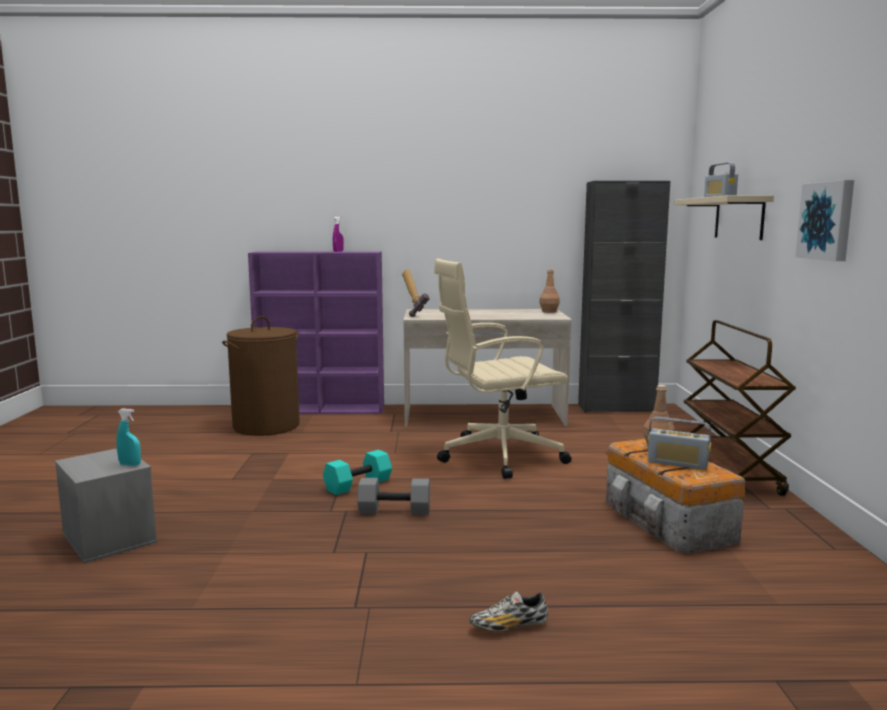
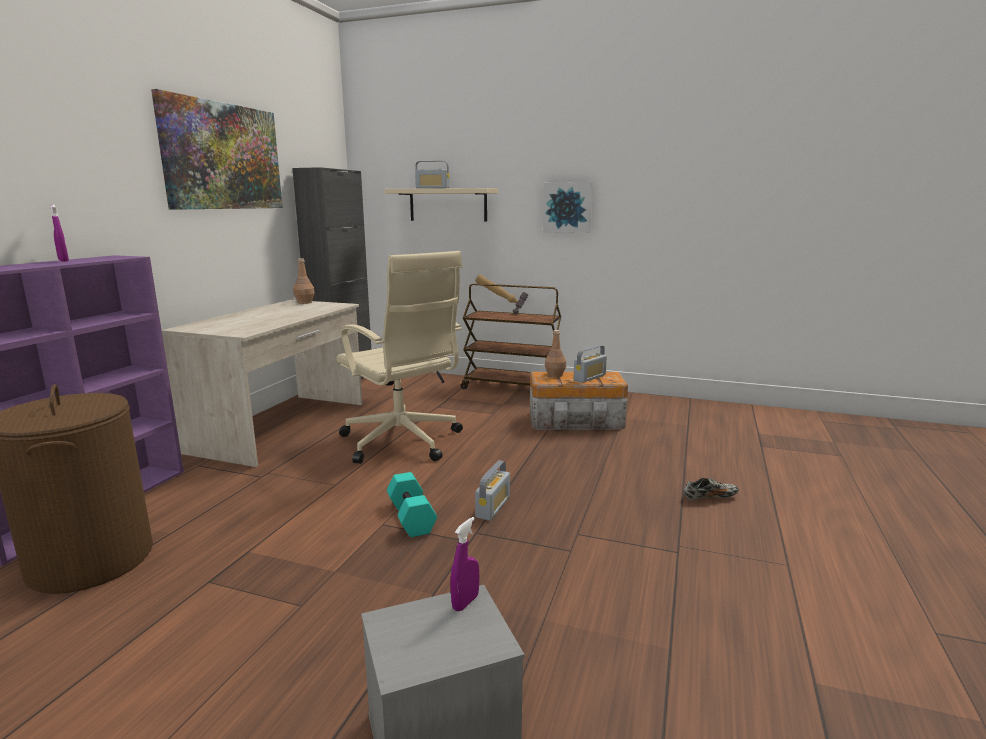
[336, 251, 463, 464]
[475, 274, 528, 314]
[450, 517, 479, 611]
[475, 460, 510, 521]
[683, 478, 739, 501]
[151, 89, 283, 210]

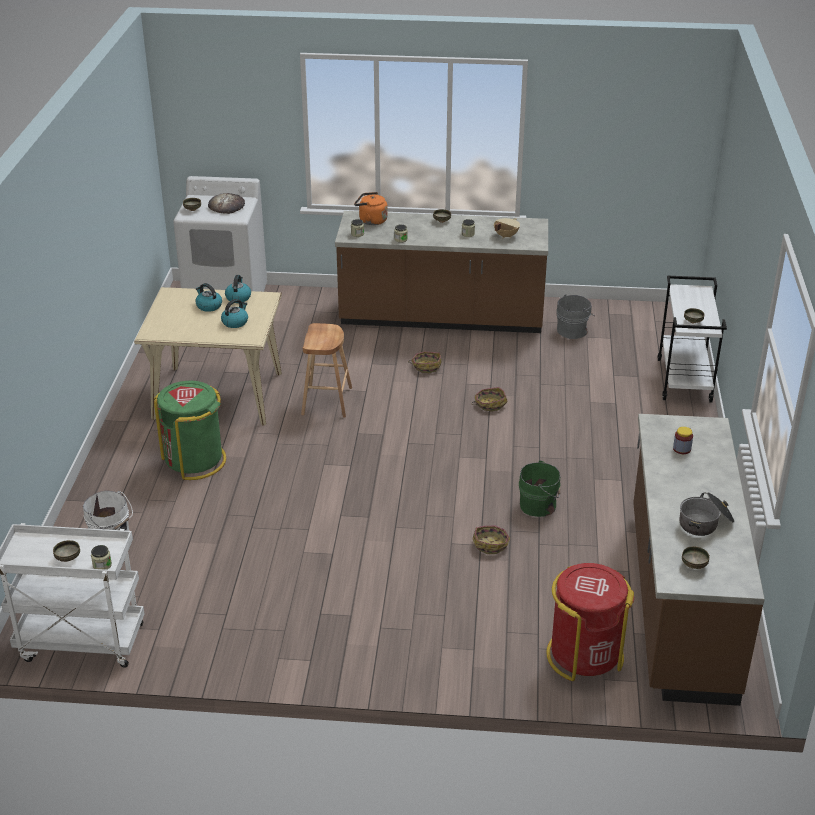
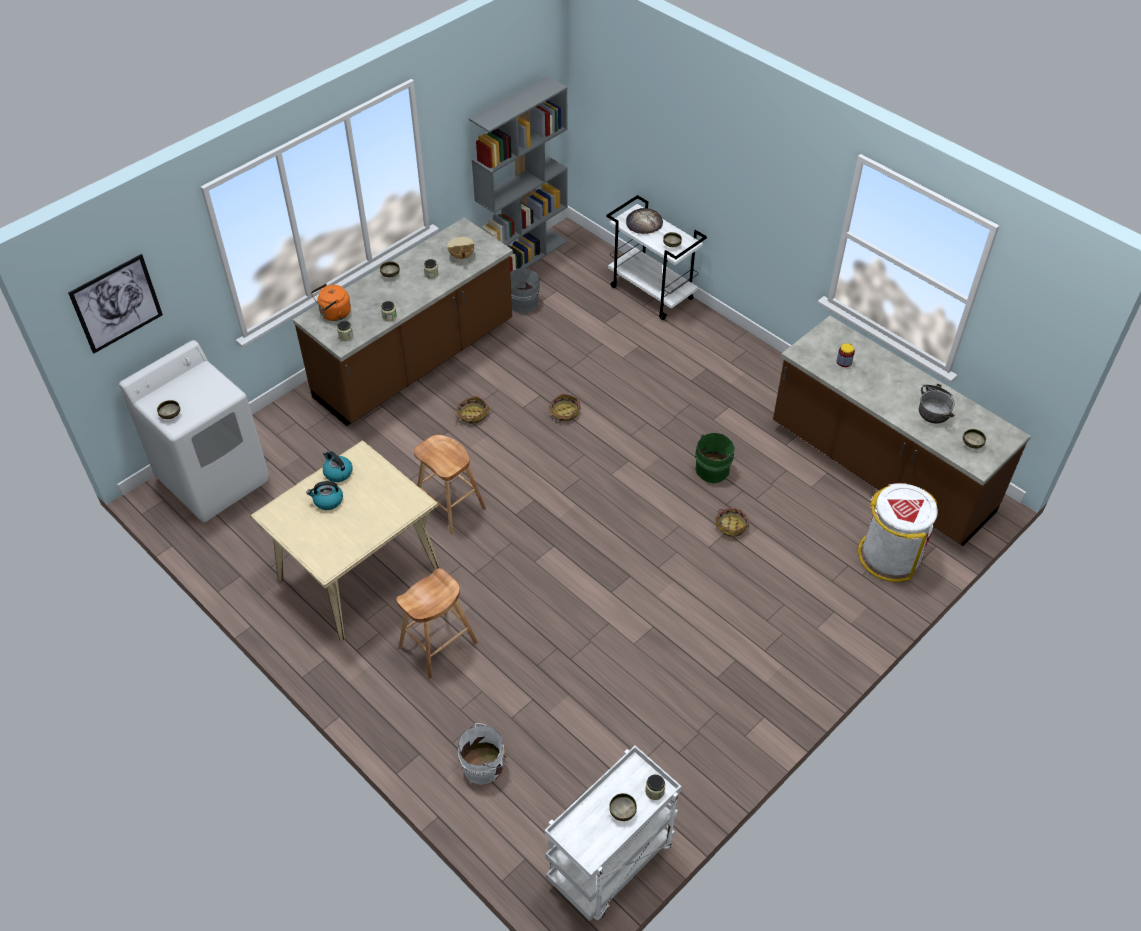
[626, 208, 663, 234]
[221, 299, 248, 328] (first image)
[396, 568, 478, 679]
[858, 483, 938, 582]
[469, 76, 568, 272]
[68, 254, 163, 354]

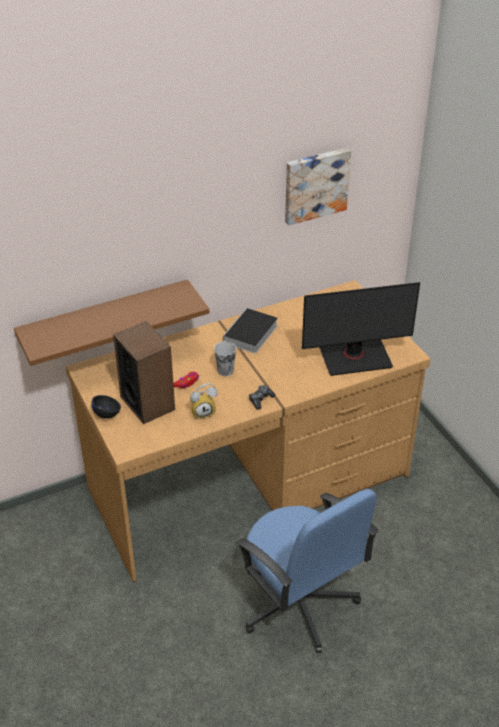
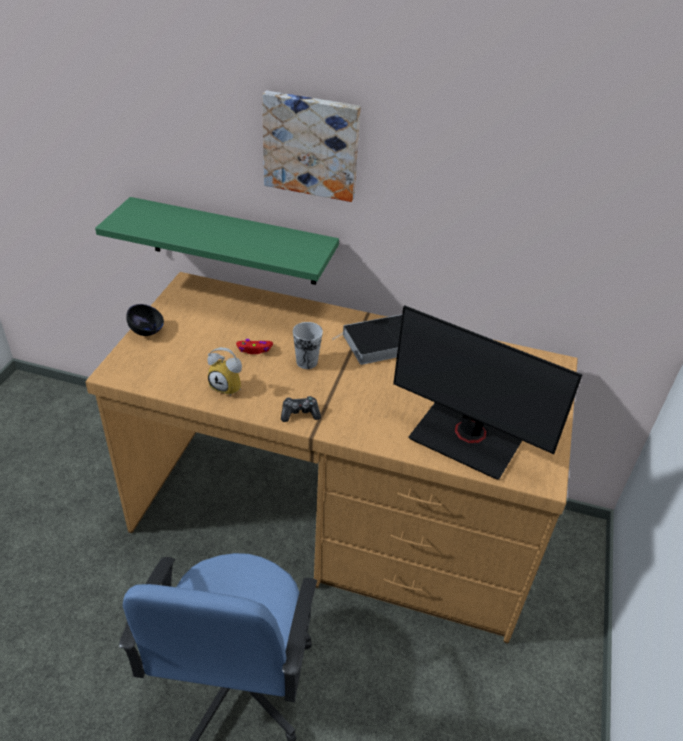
[262, 91, 361, 202]
[95, 197, 339, 285]
[113, 321, 175, 424] (first image)

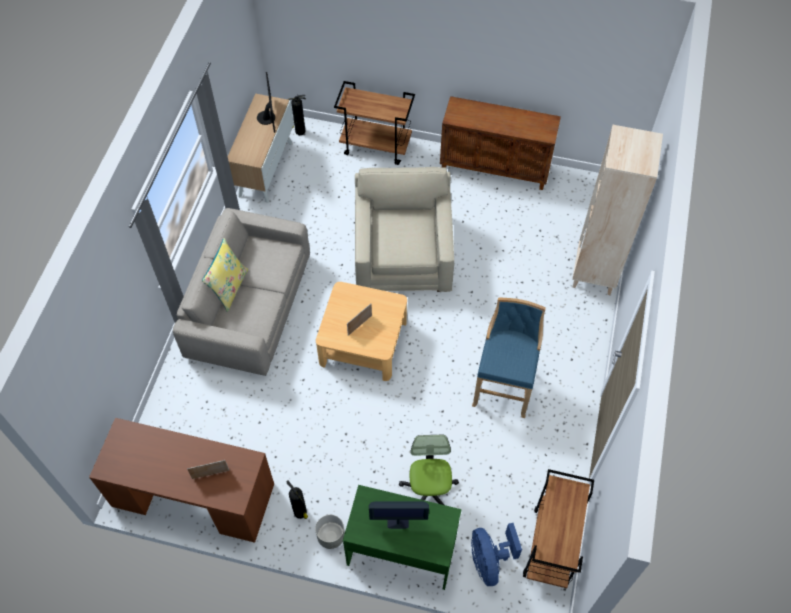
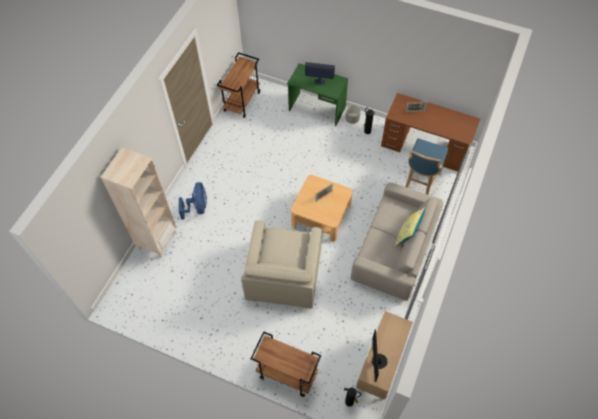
[440, 96, 561, 190] (first image)
[405, 138, 448, 195]
[399, 434, 459, 505] (first image)
[178, 182, 207, 220]

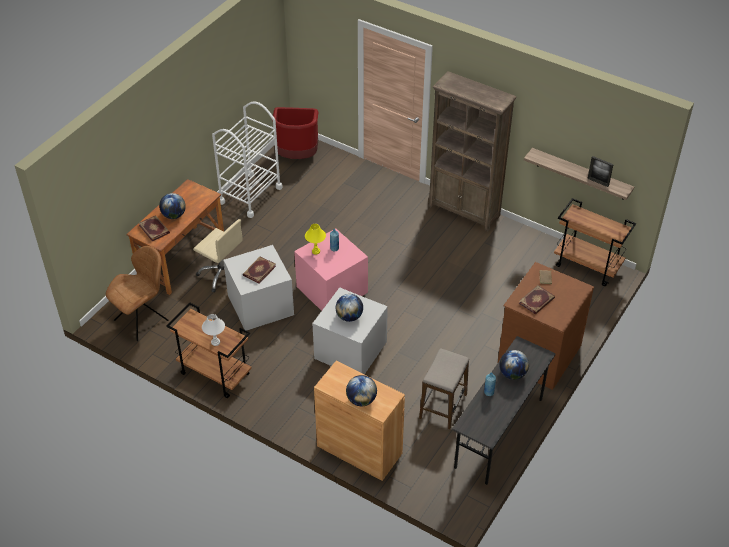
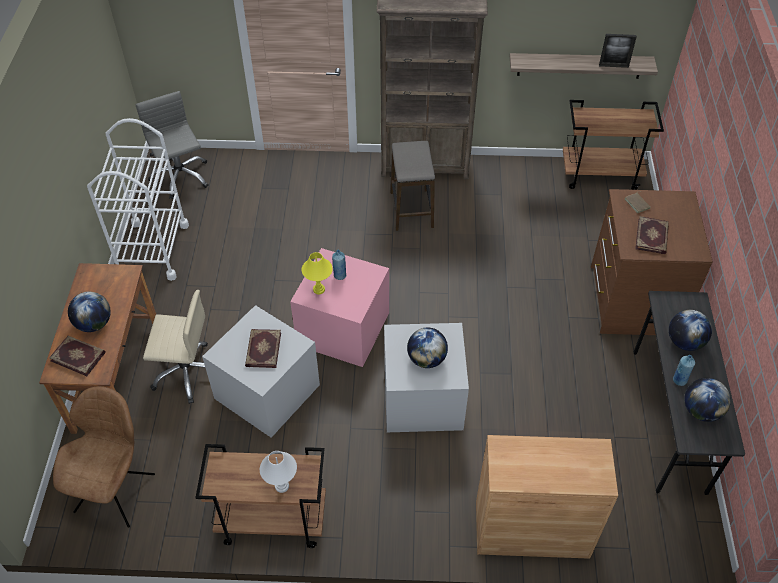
[135, 91, 208, 199]
[390, 141, 435, 231]
[684, 378, 731, 422]

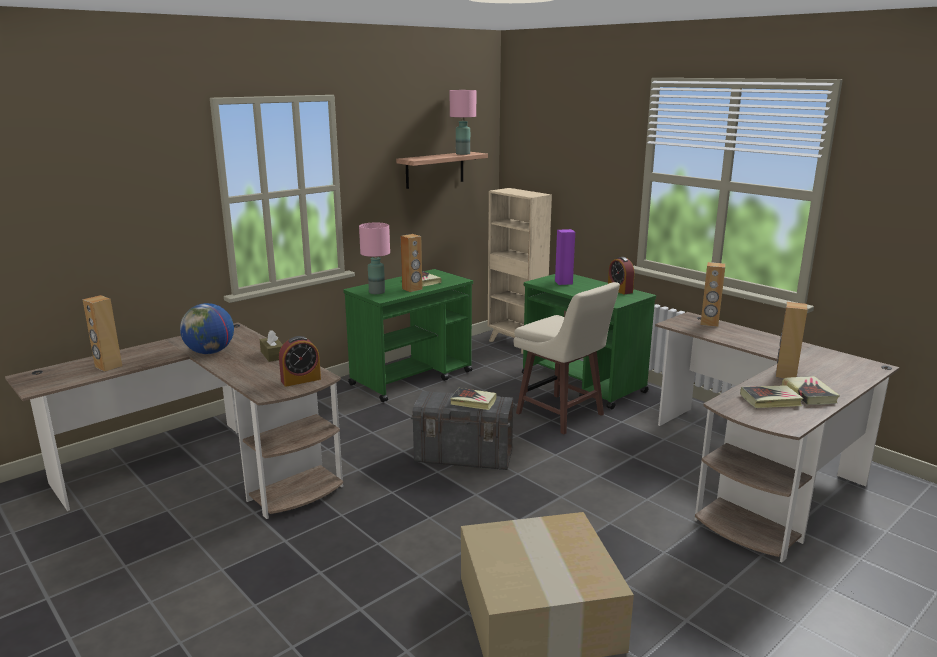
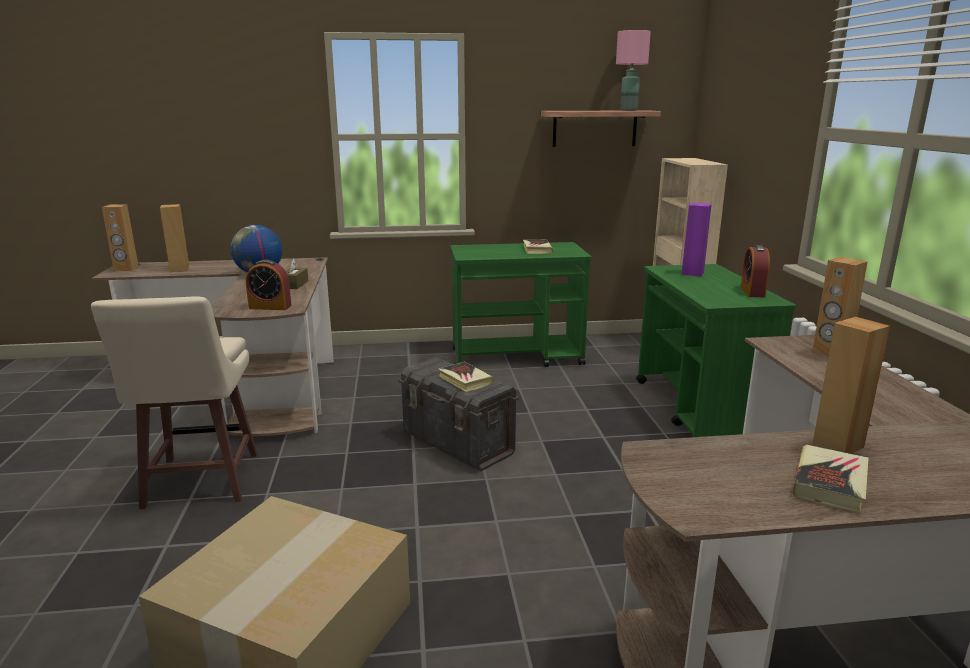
[359, 223, 390, 294] (first image)
[102, 204, 139, 271]
[91, 296, 258, 510]
[740, 385, 803, 408] (first image)

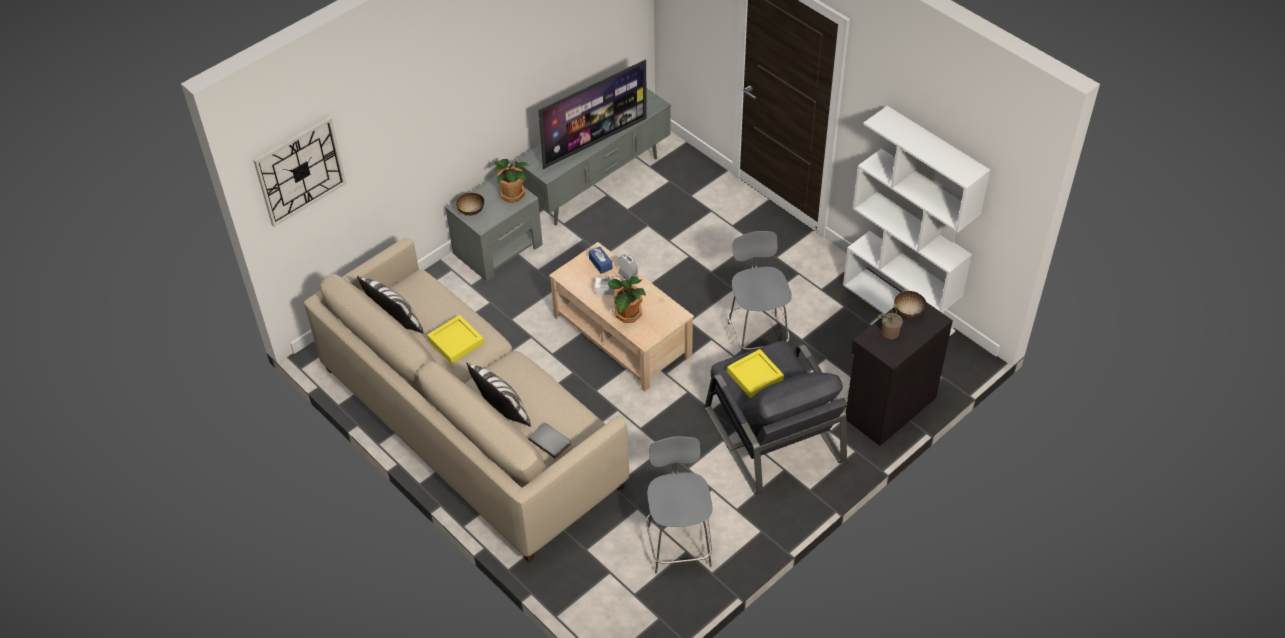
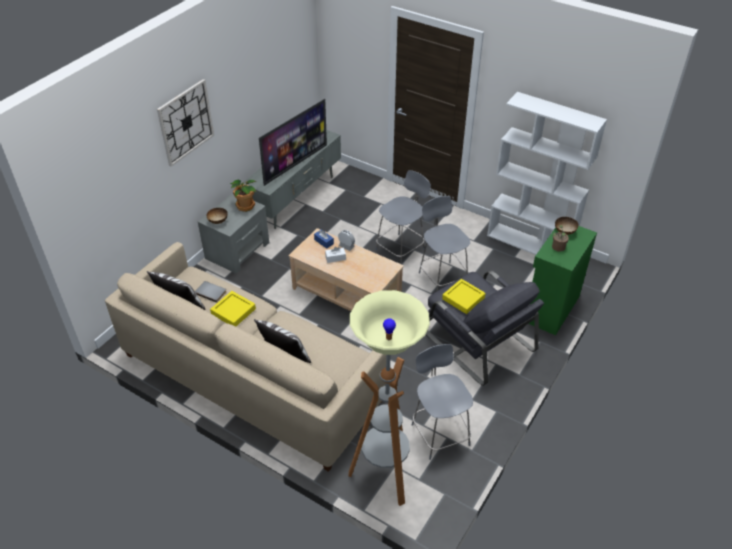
[157, 79, 214, 167]
[608, 276, 646, 323] (first image)
[529, 226, 597, 335]
[195, 281, 227, 303]
[375, 170, 431, 264]
[348, 290, 430, 506]

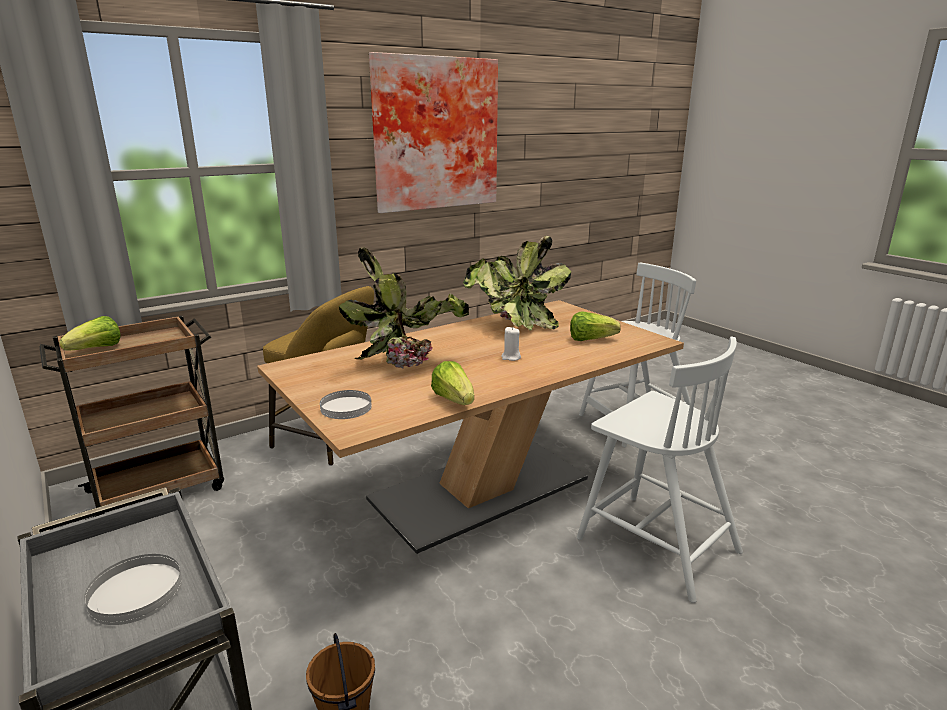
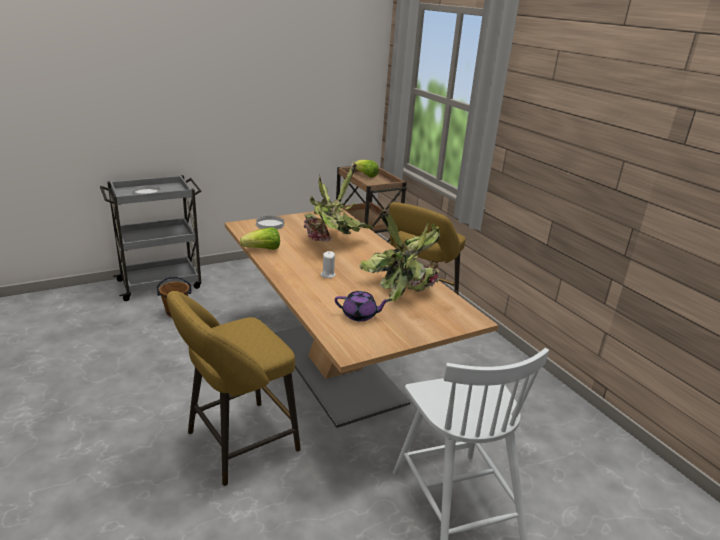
[369, 52, 498, 213] (first image)
[335, 291, 390, 321]
[167, 291, 301, 486]

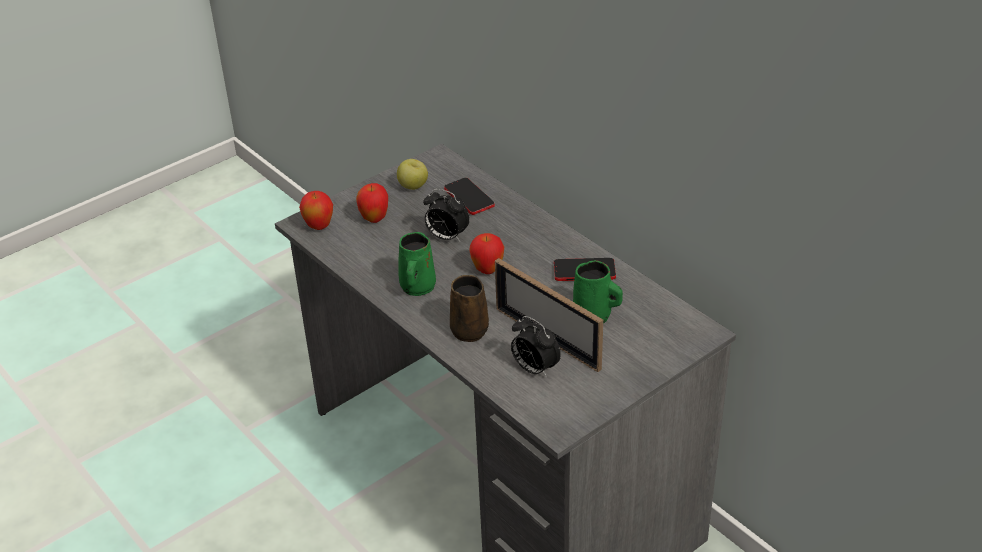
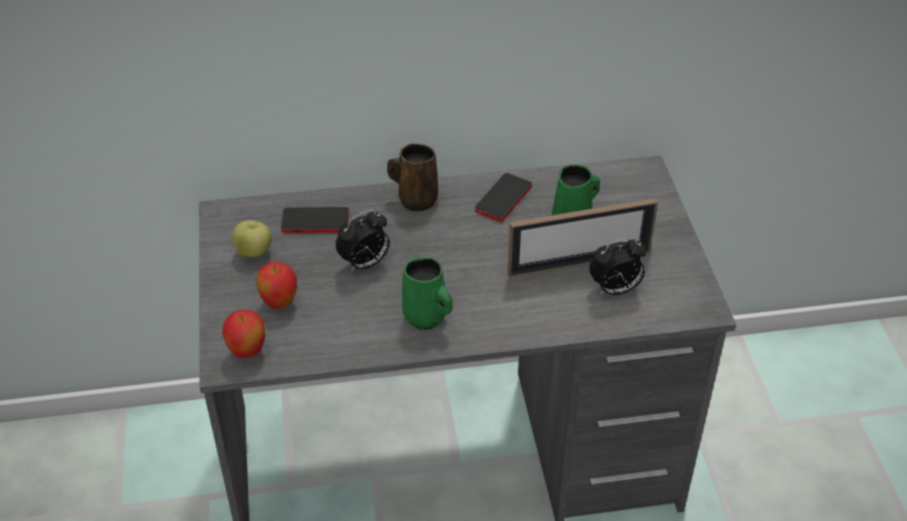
[469, 233, 504, 274] (first image)
[387, 144, 438, 211]

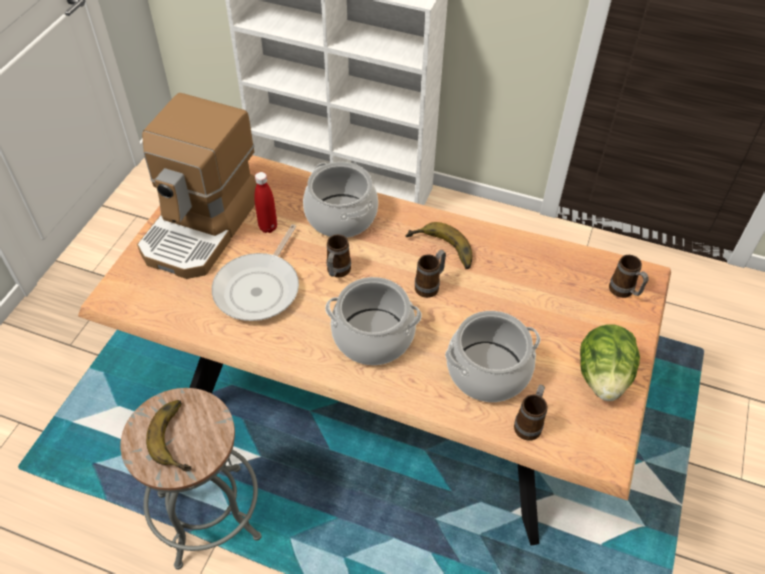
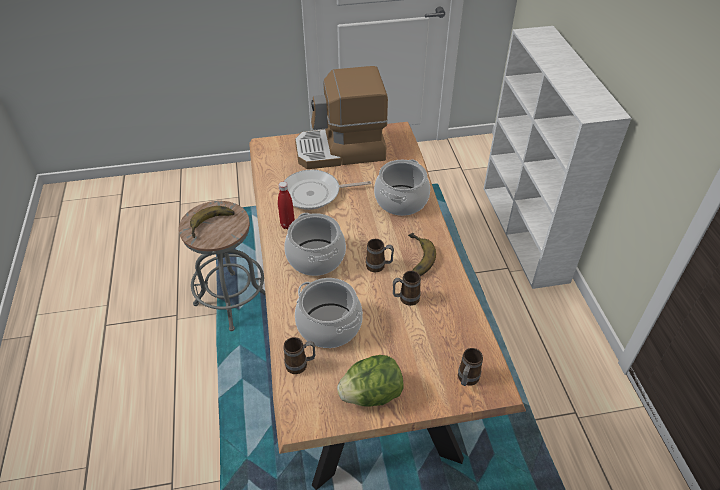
[278, 182, 295, 230]
[393, 271, 421, 306]

